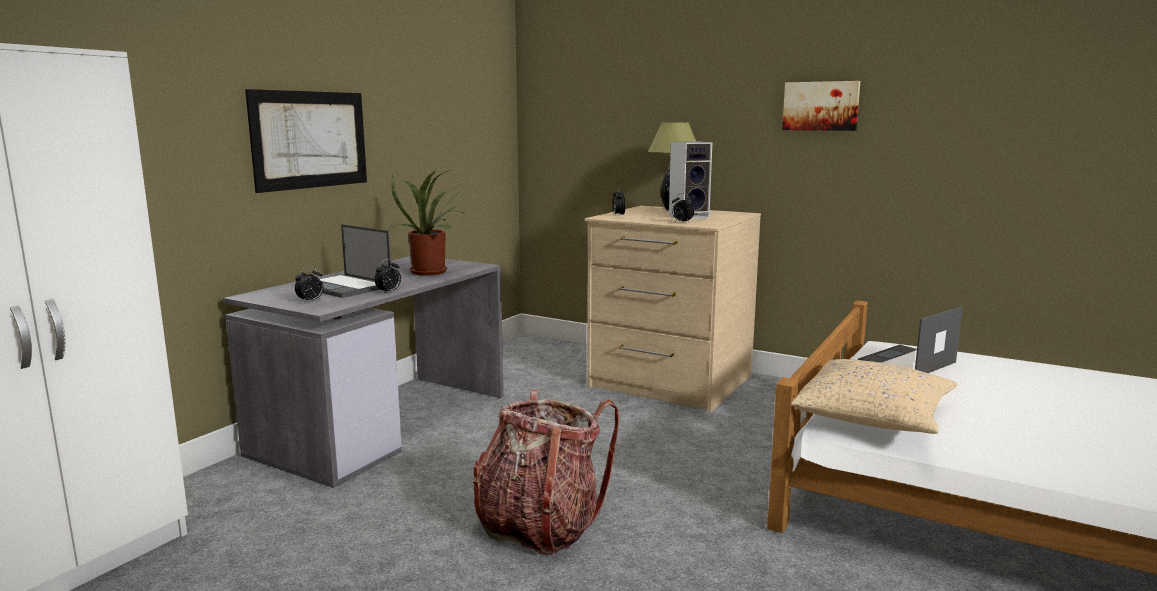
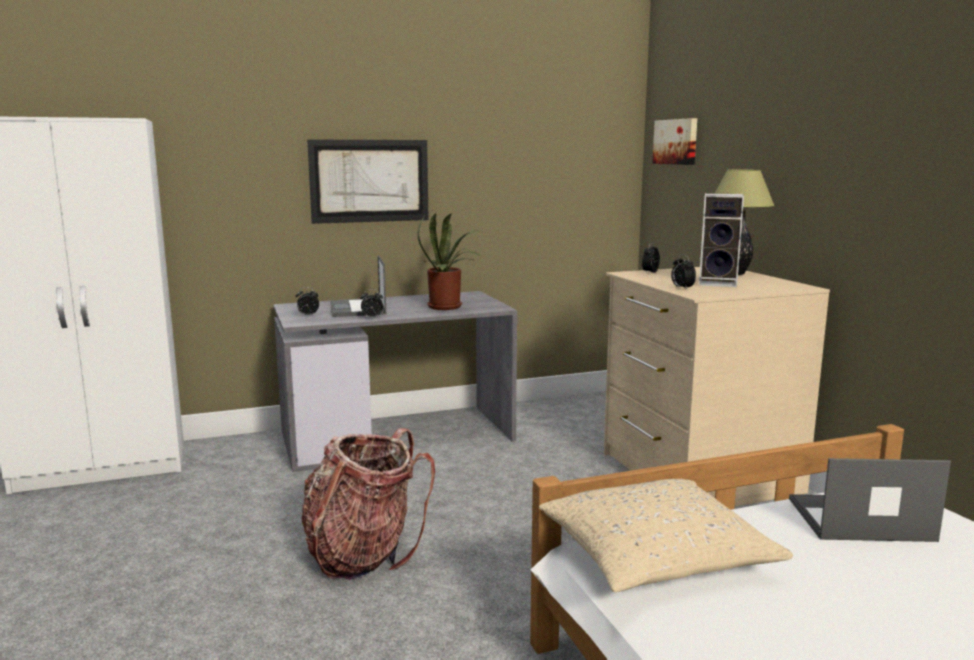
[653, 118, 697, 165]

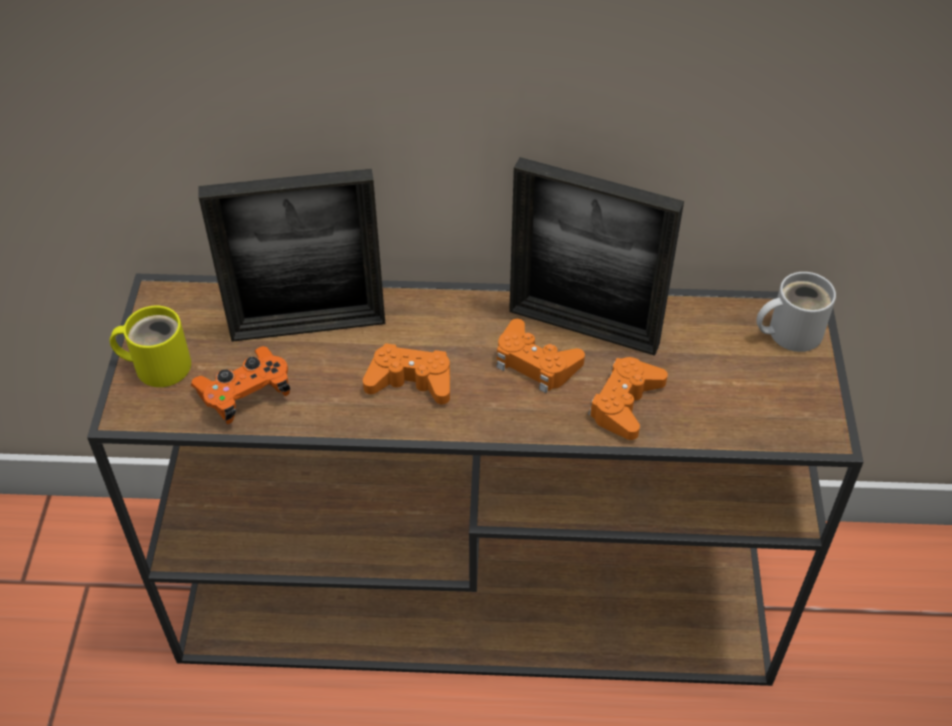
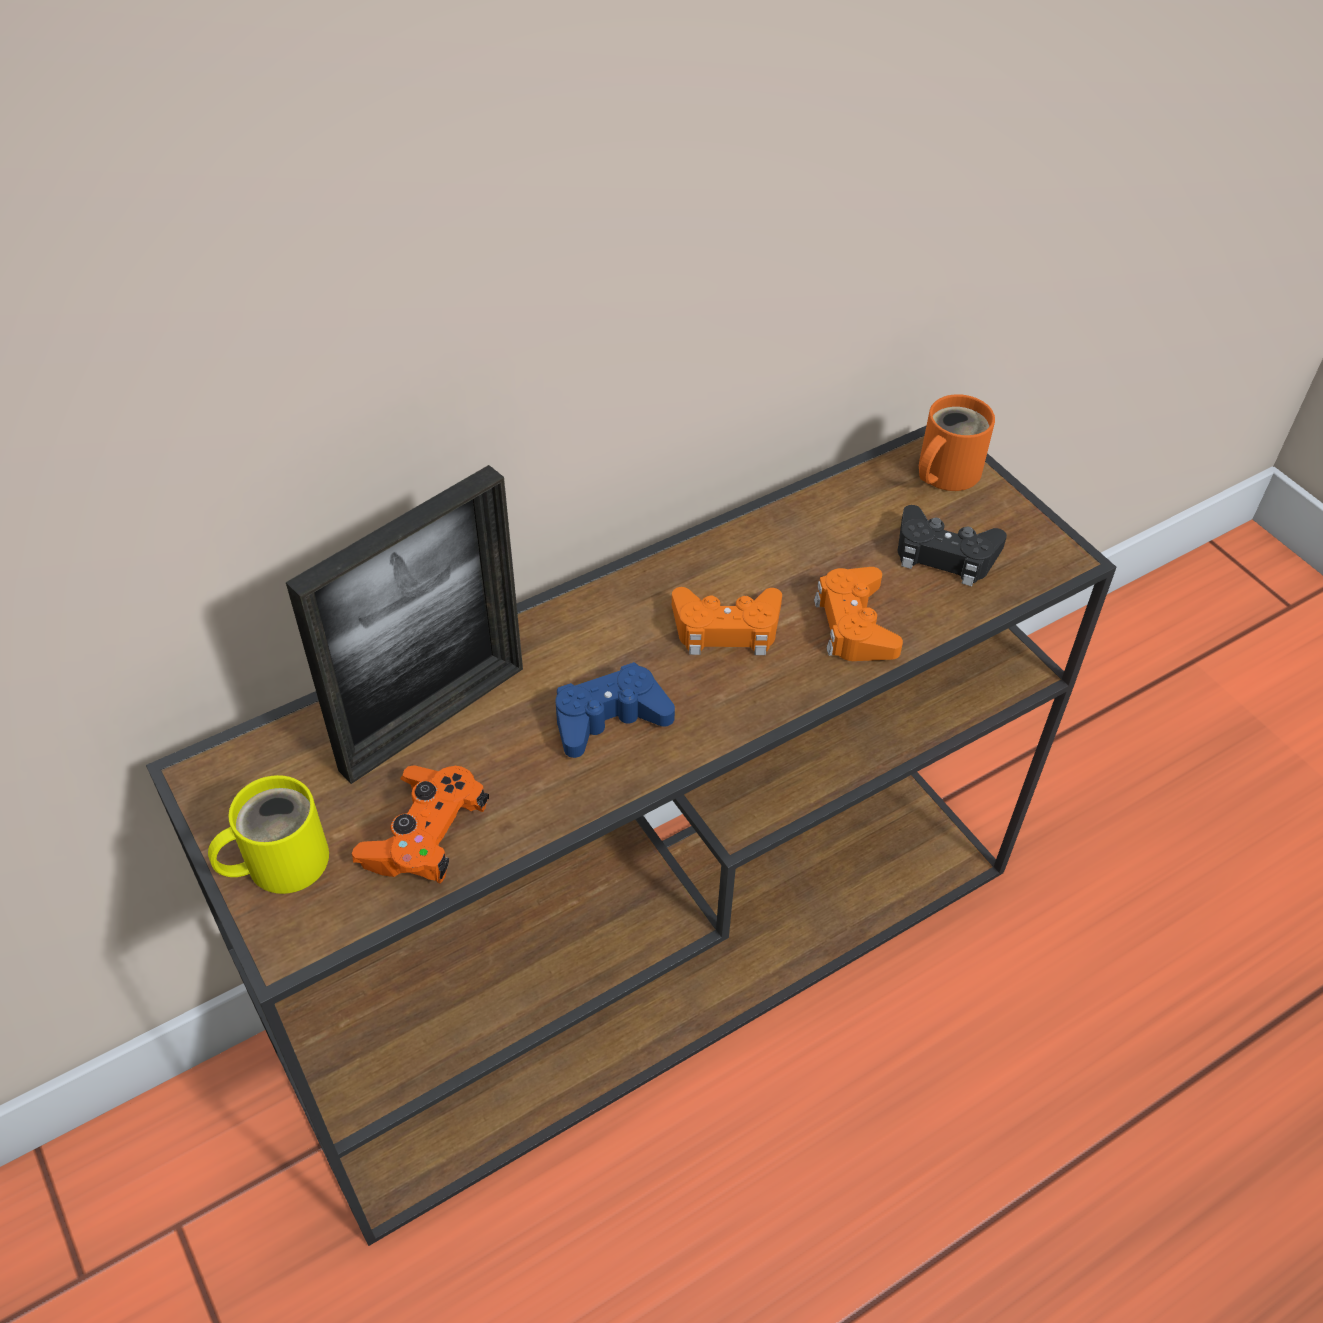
[509, 157, 684, 356] (first image)
[919, 394, 995, 491]
[555, 662, 675, 758]
[898, 505, 1007, 586]

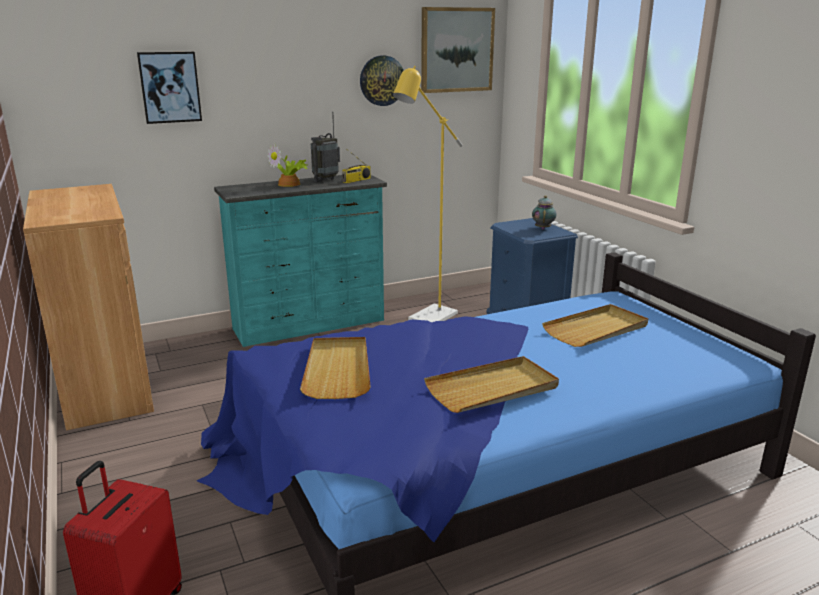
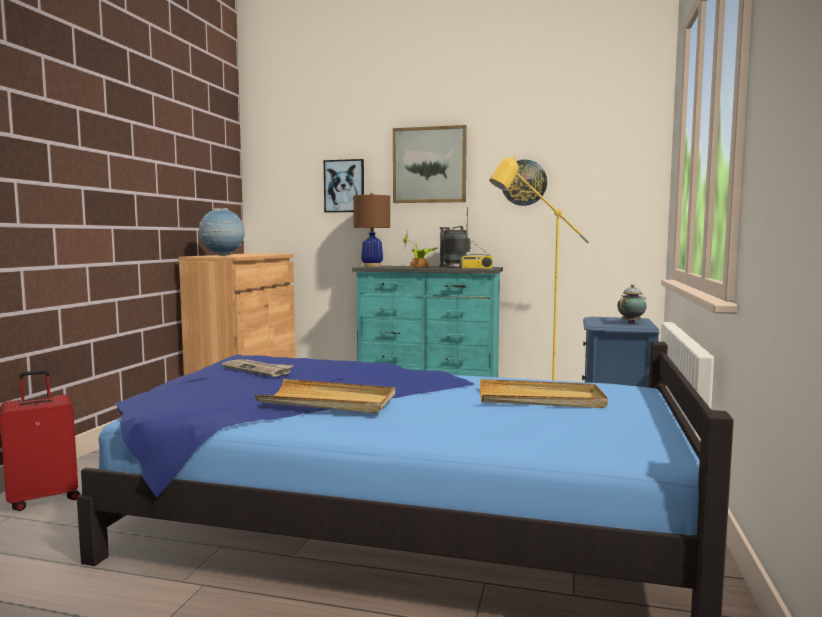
[393, 125, 467, 203]
[222, 359, 294, 377]
[353, 193, 390, 267]
[199, 208, 245, 256]

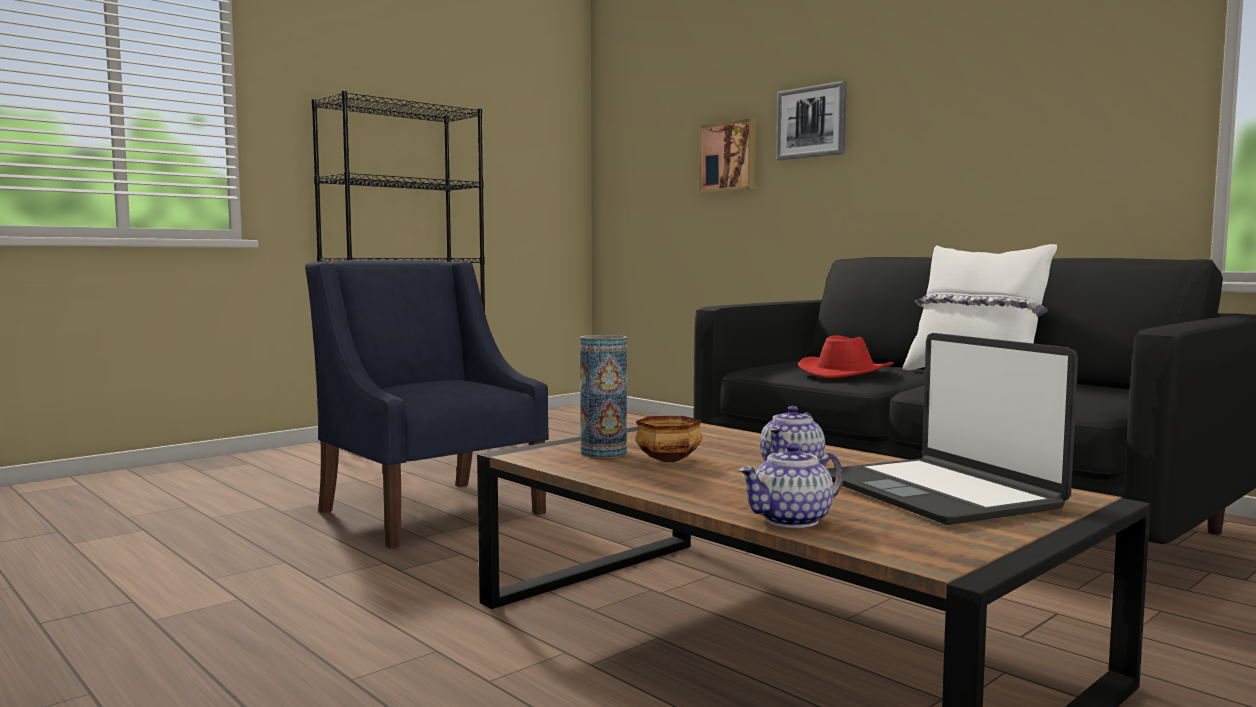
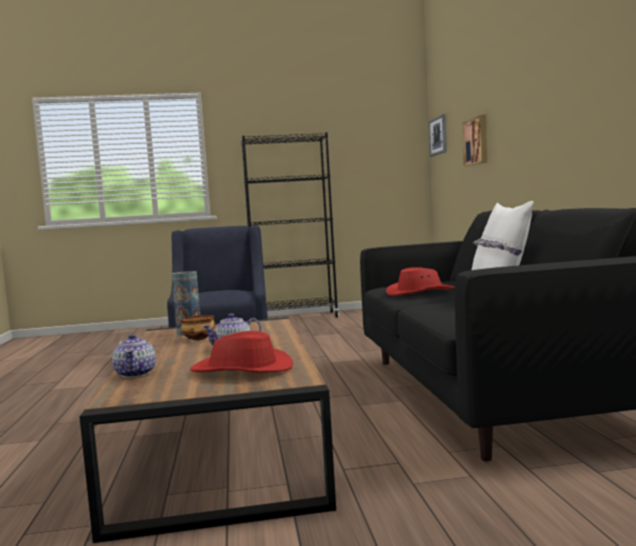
[428, 114, 447, 157]
[190, 331, 293, 373]
[112, 334, 156, 378]

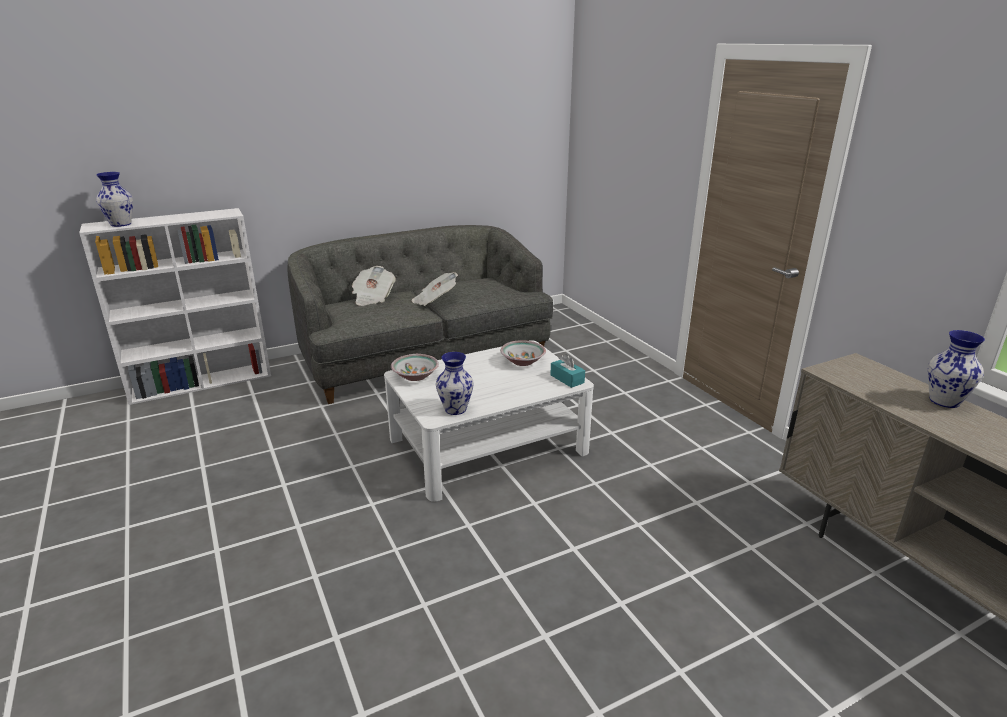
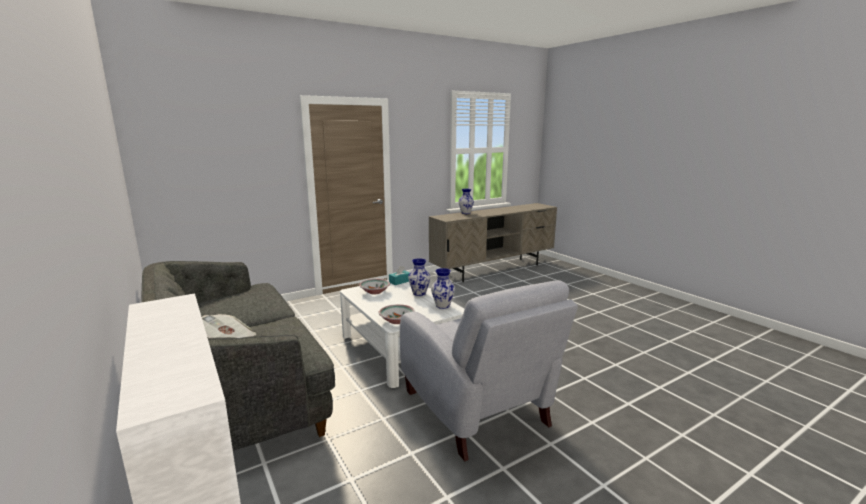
[408, 258, 430, 296]
[412, 272, 458, 306] (first image)
[400, 280, 578, 461]

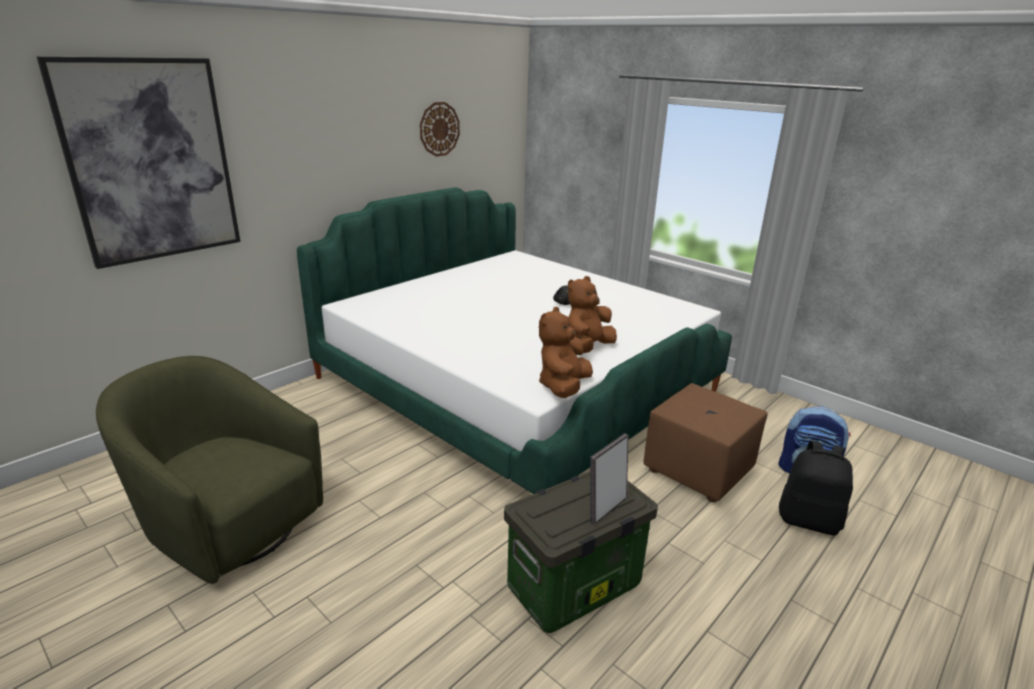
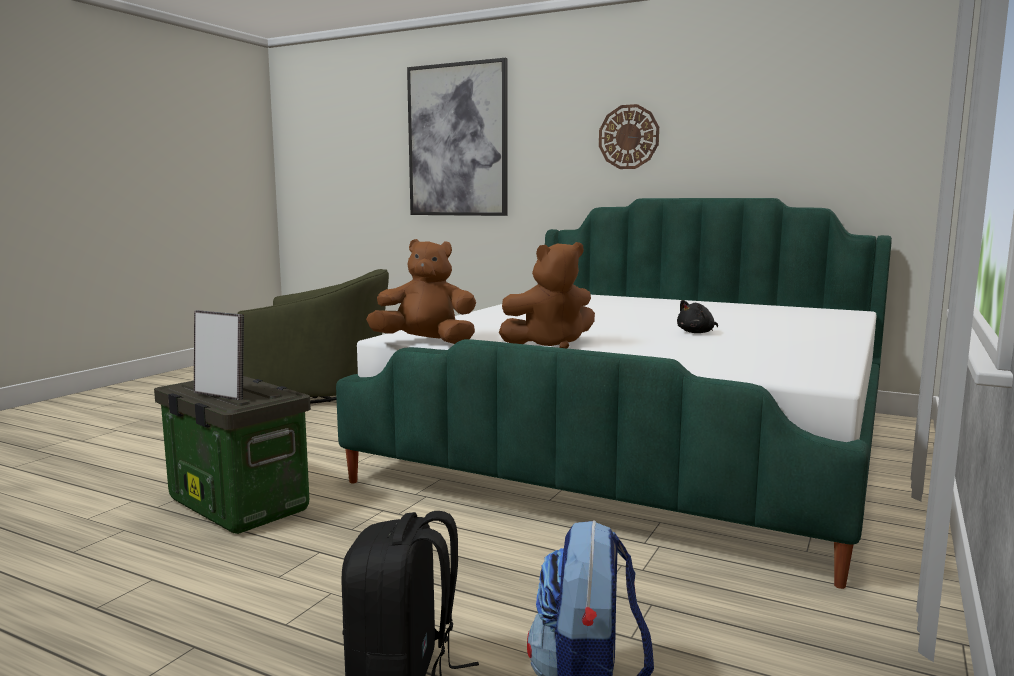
[599, 104, 659, 169]
[499, 242, 595, 348]
[237, 269, 389, 404]
[644, 383, 768, 502] (first image)

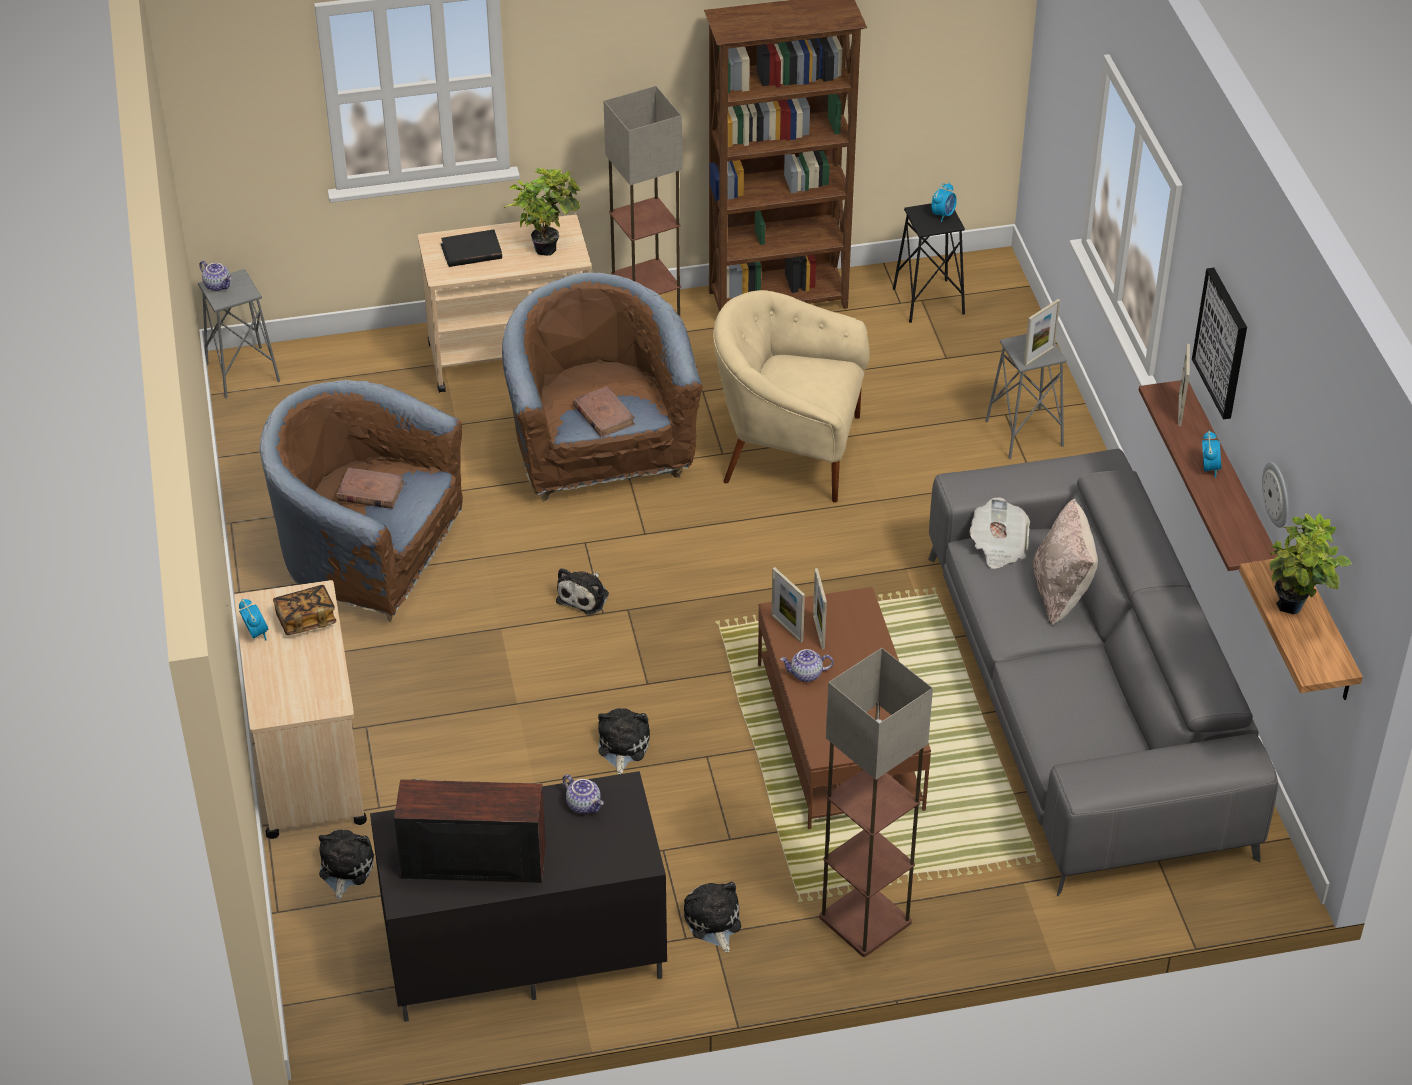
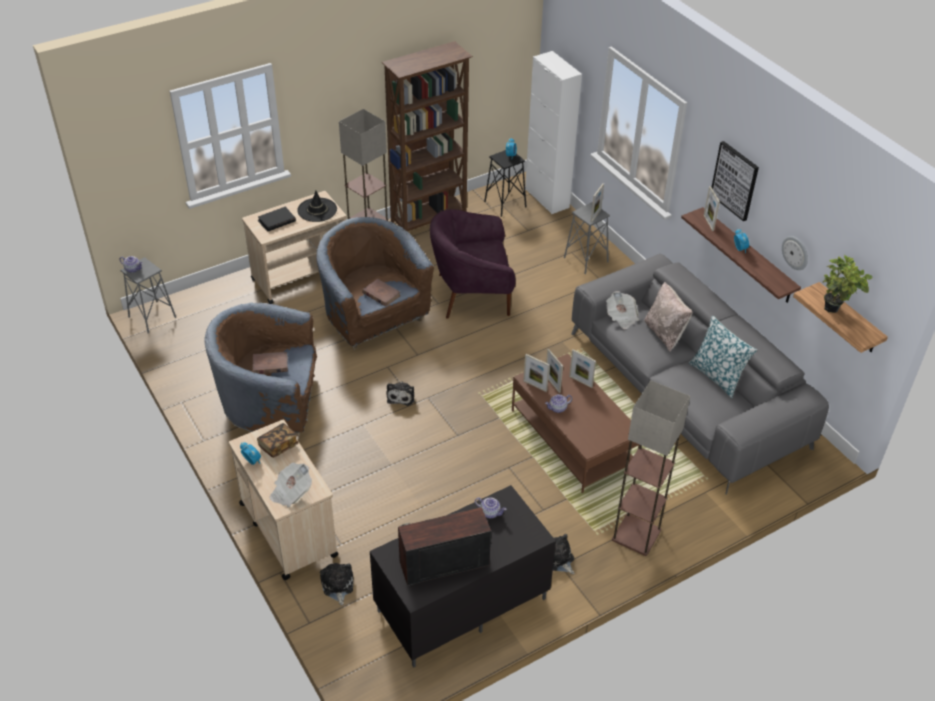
[297, 190, 337, 222]
[430, 209, 516, 319]
[598, 708, 650, 774] (first image)
[525, 51, 582, 214]
[689, 315, 757, 398]
[569, 349, 596, 388]
[269, 462, 312, 507]

